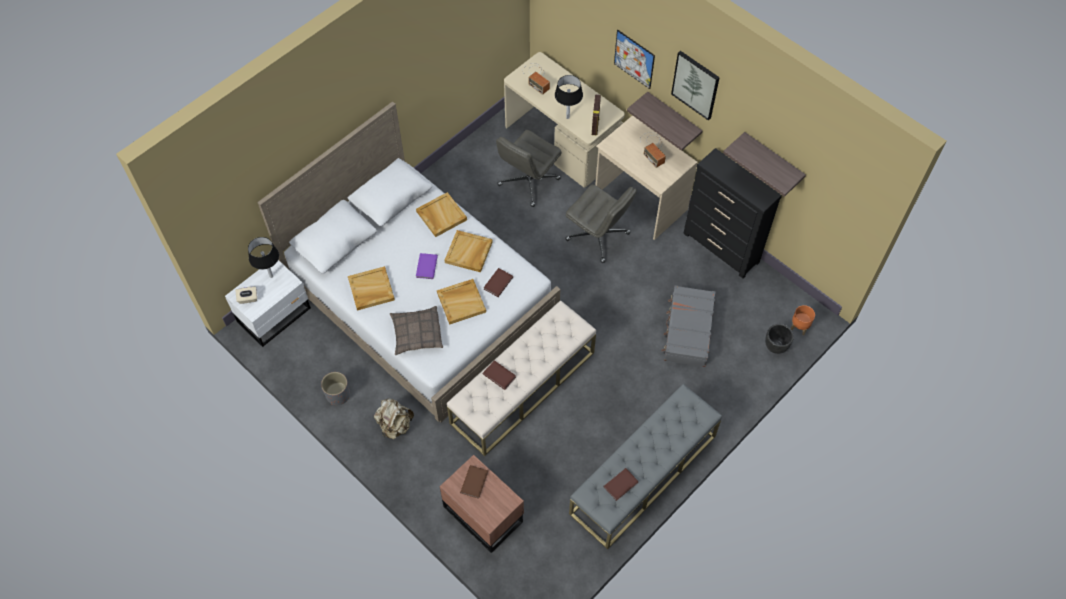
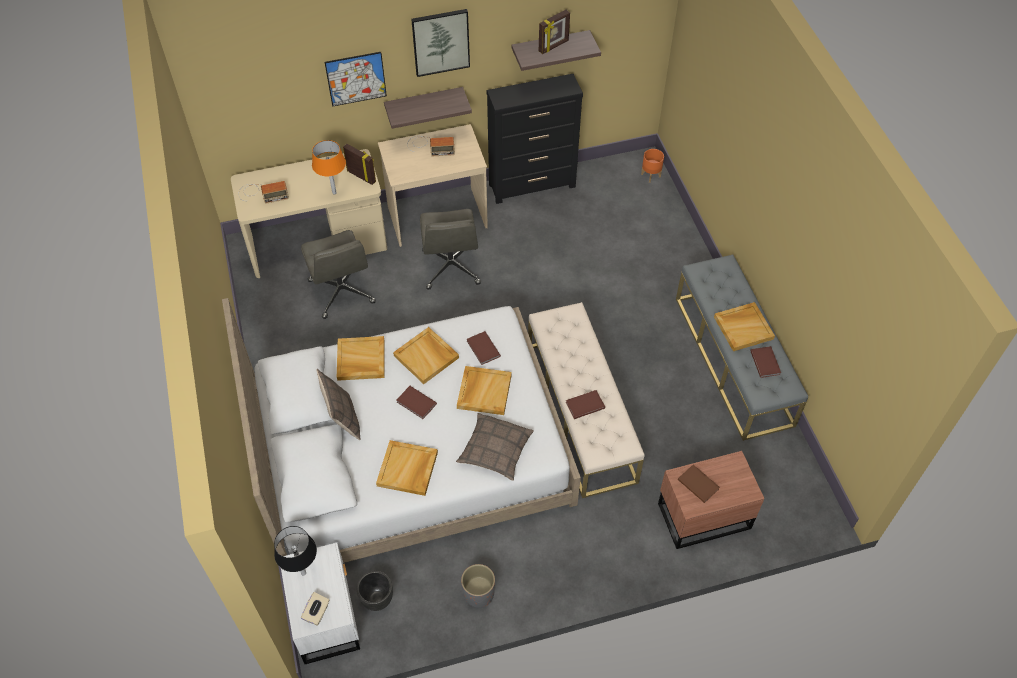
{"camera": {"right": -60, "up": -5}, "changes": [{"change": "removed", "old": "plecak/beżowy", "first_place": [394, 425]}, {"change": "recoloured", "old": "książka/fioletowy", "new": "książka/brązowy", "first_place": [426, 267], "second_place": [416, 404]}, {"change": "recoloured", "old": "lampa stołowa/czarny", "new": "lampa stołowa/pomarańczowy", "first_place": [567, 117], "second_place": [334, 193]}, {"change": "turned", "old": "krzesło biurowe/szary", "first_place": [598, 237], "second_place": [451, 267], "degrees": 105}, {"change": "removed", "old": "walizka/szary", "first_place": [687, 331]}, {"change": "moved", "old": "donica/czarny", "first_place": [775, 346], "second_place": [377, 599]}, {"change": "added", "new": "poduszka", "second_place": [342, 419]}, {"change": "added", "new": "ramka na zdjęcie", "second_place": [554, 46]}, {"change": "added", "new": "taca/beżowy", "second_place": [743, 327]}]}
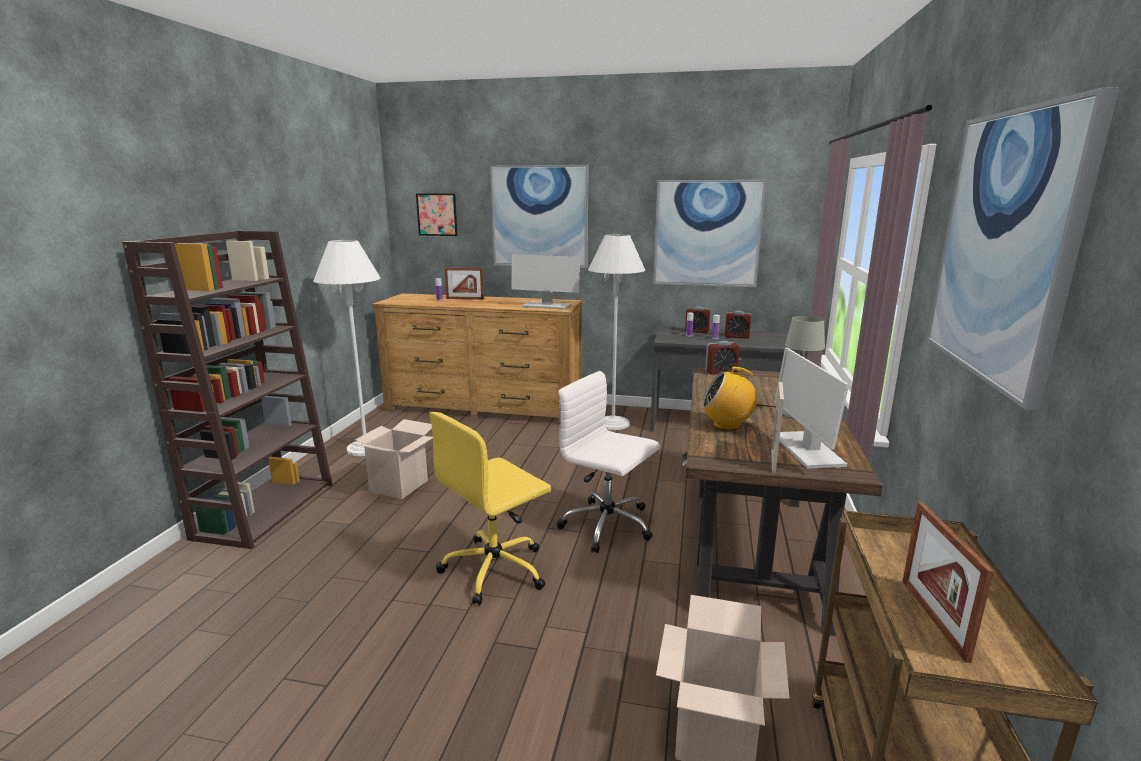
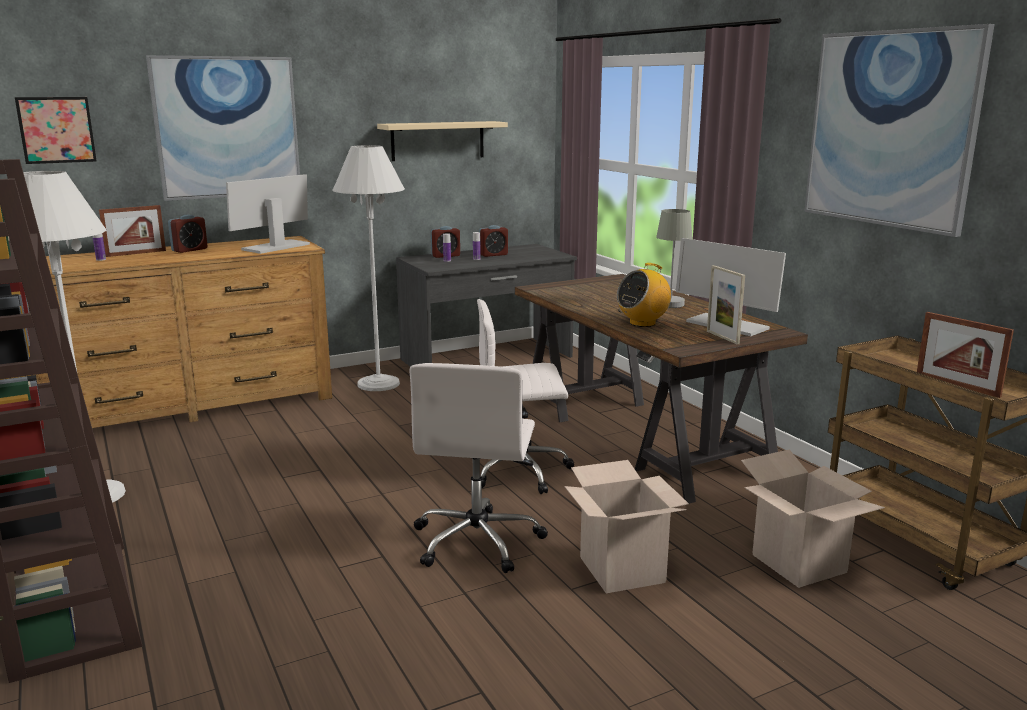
{"camera": {"right": -40, "up": 0}, "changes": [{"change": "moved", "old": "karton", "first_place": [399, 486], "second_place": [622, 570]}, {"change": "recoloured", "old": "krzesło biurowe/żółty", "new": "krzesło biurowe/biały", "first_place": [496, 569], "second_place": [478, 541]}, {"change": "turned", "old": "monitor", "first_place": [546, 306], "second_place": [276, 247], "degrees": 150}, {"change": "replaced", "old": "obraz", "new": "półka/beżowy", "first_place": [707, 233], "second_place": [438, 140]}, {"change": "moved", "old": "budzik", "first_place": [721, 372], "second_place": [189, 250]}]}
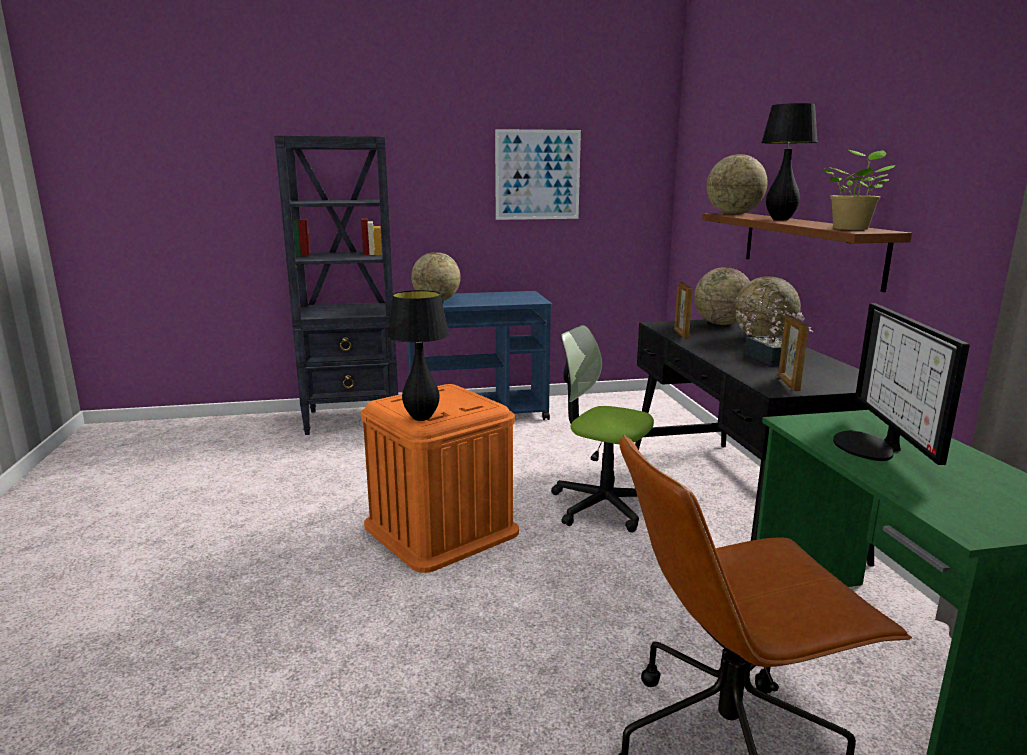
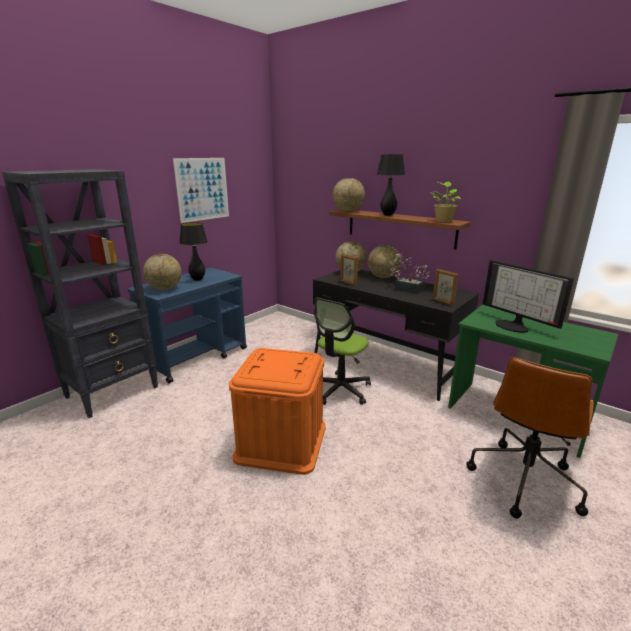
{"camera": {"right": -40, "up": 5}, "changes": [{"change": "moved", "old": "lampa stołowa/czarny", "first_place": [421, 418], "second_place": [197, 279]}, {"change": "turned", "old": "krzesło biurowe", "first_place": [603, 505], "second_place": [340, 389], "degrees": -45}]}
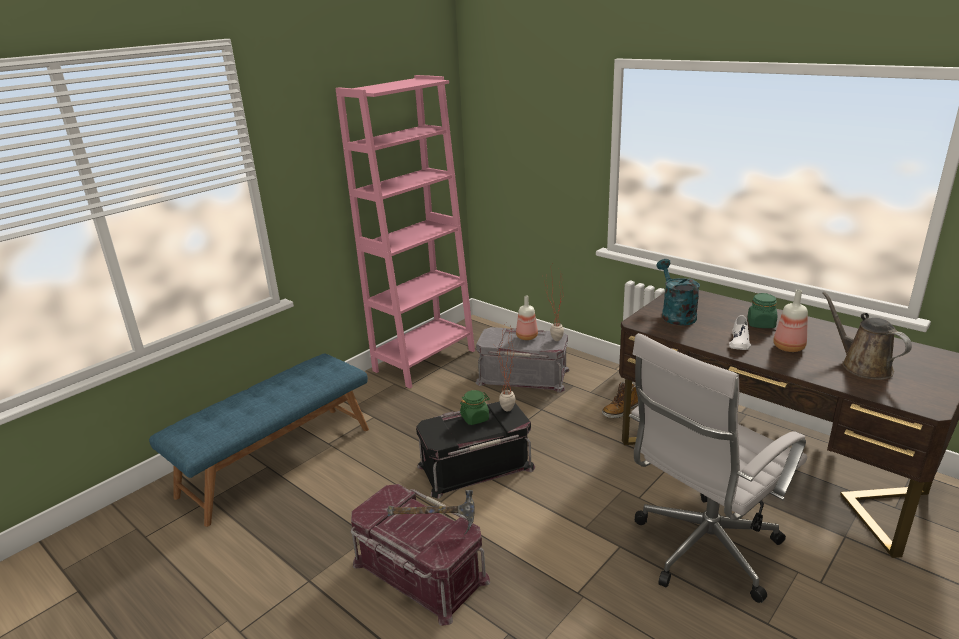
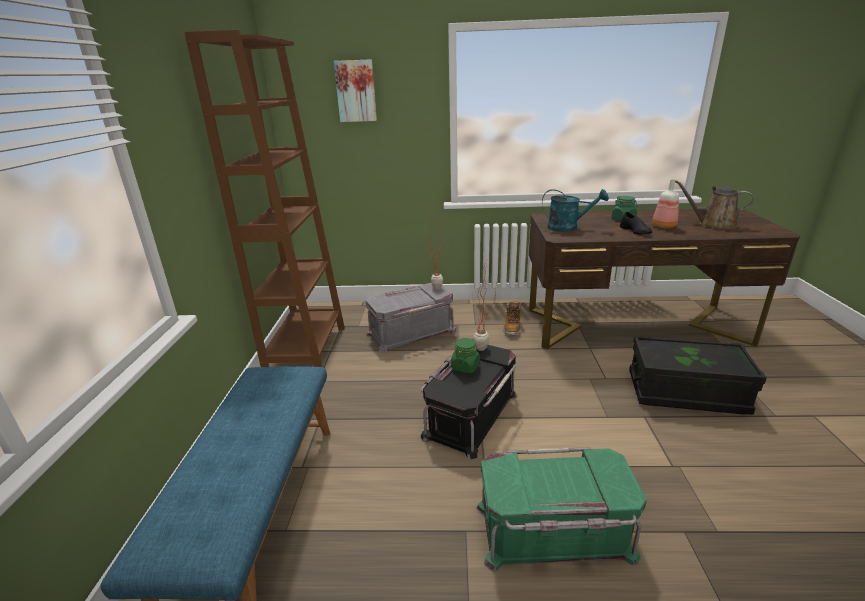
{"camera": {"right": -40, "up": 0}, "changes": [{"change": "recoloured", "old": "regał/różowy", "new": "regał/brązowy", "first_place": [424, 360], "second_place": [307, 351]}, {"change": "recoloured", "old": "pojemnik do przechowywania/czerwony", "new": "pojemnik do przechowywania/zielony", "first_place": [418, 572], "second_place": [553, 532]}, {"change": "removed", "old": "młotek", "first_place": [435, 525]}, {"change": "removed", "old": "butelka", "first_place": [527, 337]}, {"change": "replaced", "old": "krzesło biurowe/biały", "new": "pojemnik do przechowywania/czarny", "first_place": [702, 551], "second_place": [686, 392]}, {"change": "turned", "old": "konewka/turkusowy", "first_place": [675, 314], "second_place": [568, 227], "degrees": 150}, {"change": "recoloured", "old": "but/biały", "new": "but/czarny", "first_place": [739, 342], "second_place": [635, 231]}, {"change": "added", "new": "obraz", "second_place": [356, 91]}]}
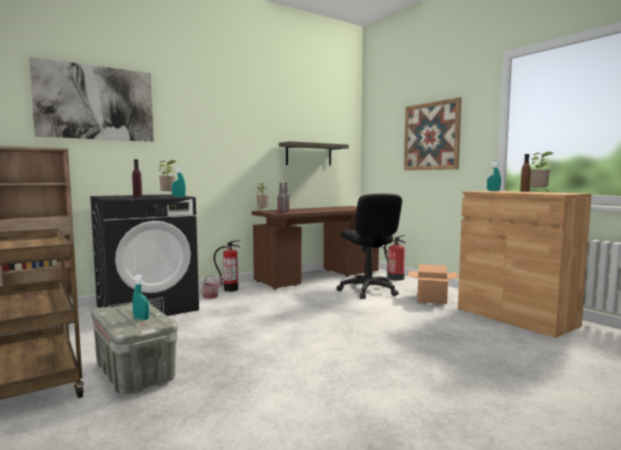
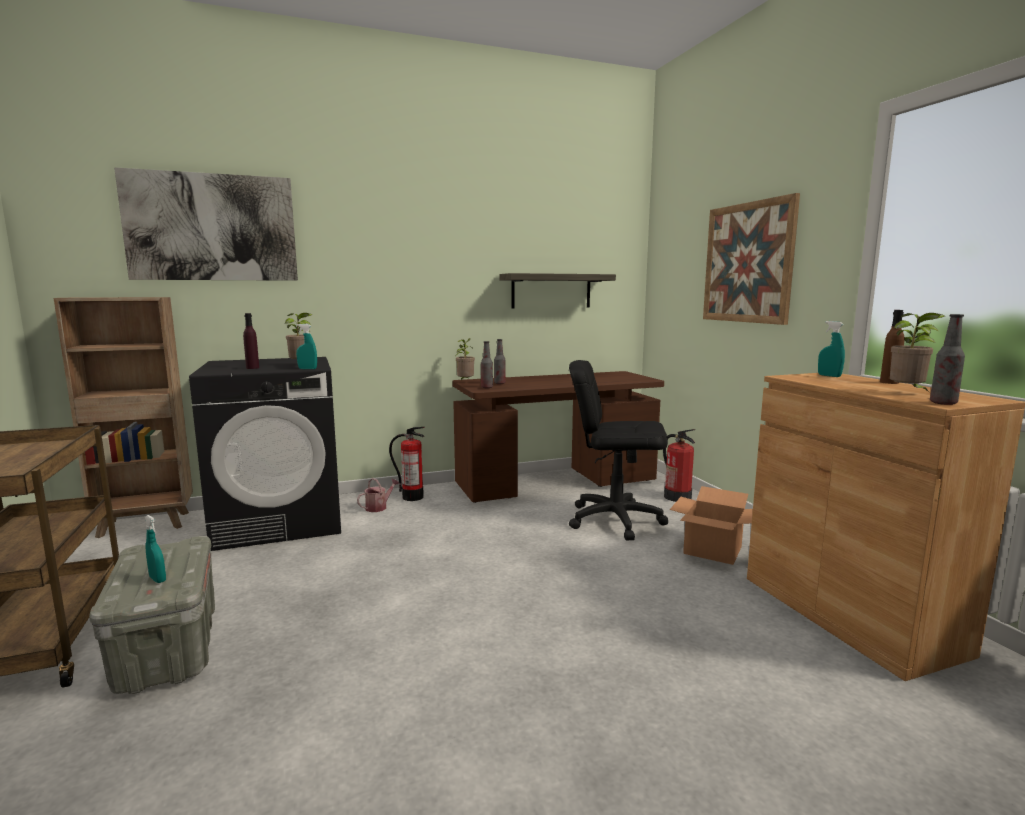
{"camera": {"right": 15, "up": 5}, "changes": [{"change": "turned", "old": "krzesło biurowe/czarny", "first_place": [368, 290], "second_place": [615, 520], "degrees": 105}, {"change": "added", "new": "butelka", "second_place": [943, 403]}]}
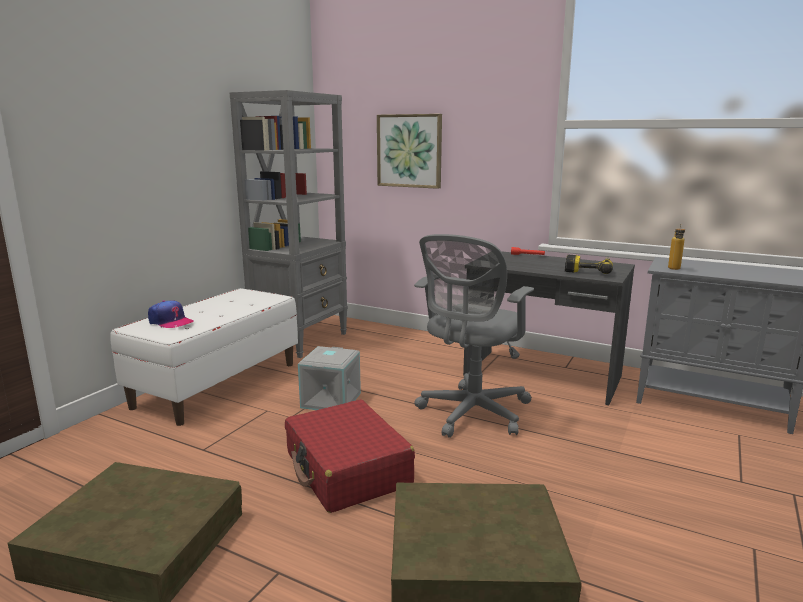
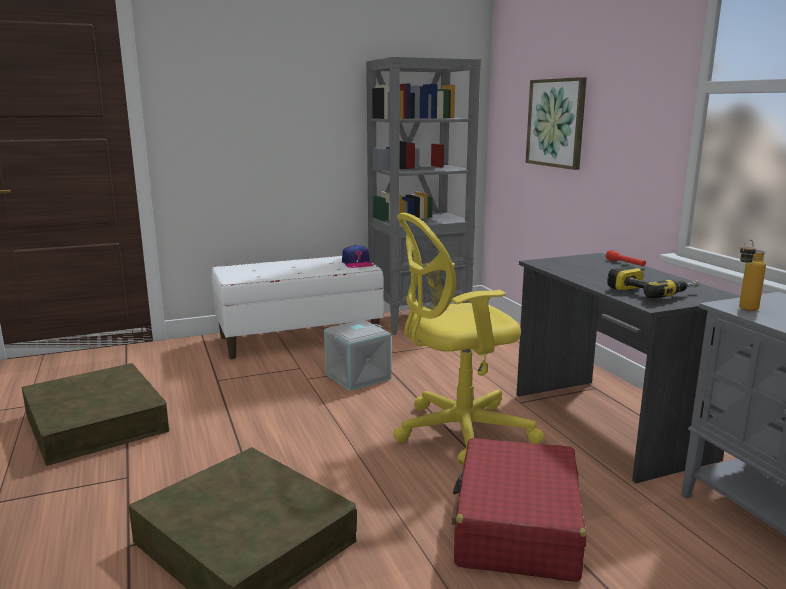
{"camera": {"right": 40, "up": 0}, "changes": [{"change": "moved", "old": "czapka z daszkiem", "first_place": [170, 322], "second_place": [357, 263]}, {"change": "moved", "old": "walizka/czerwony", "first_place": [347, 470], "second_place": [516, 526]}, {"change": "recoloured", "old": "krzesło biurowe/szary", "new": "krzesło biurowe/żółty", "first_place": [471, 414], "second_place": [457, 432]}]}
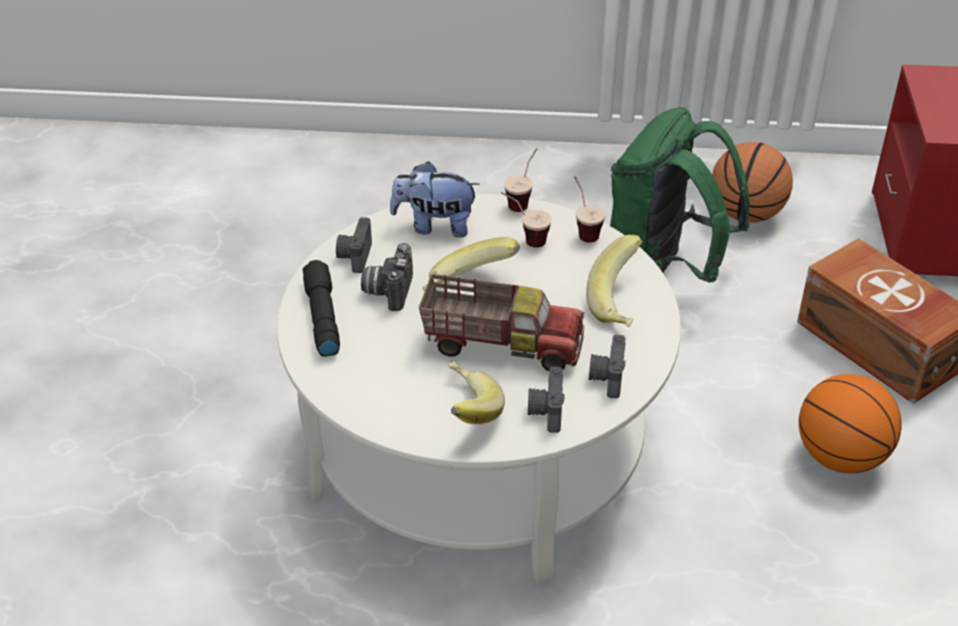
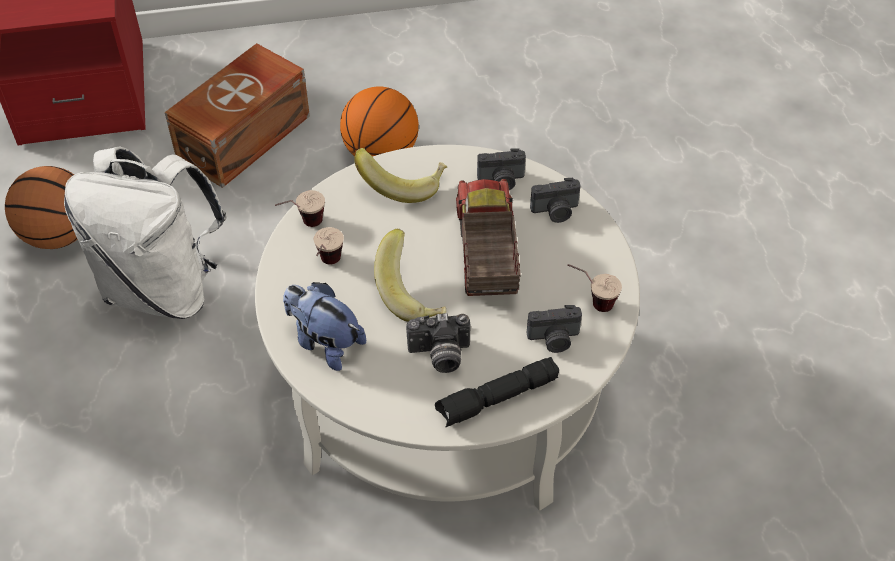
{"camera": {"right": -105, "up": 10}, "changes": [{"change": "moved", "old": "aparat fotograficzny", "first_place": [354, 256], "second_place": [554, 339]}, {"change": "turned", "old": "pluszak", "first_place": [435, 226], "second_place": [325, 342], "degrees": 135}, {"change": "removed", "old": "banan", "first_place": [464, 411]}, {"change": "moved", "old": "filiżanka", "first_place": [523, 200], "second_place": [590, 302]}, {"change": "recoloured", "old": "plecak/zielony", "new": "plecak/biały", "first_place": [663, 272], "second_place": [164, 287]}]}
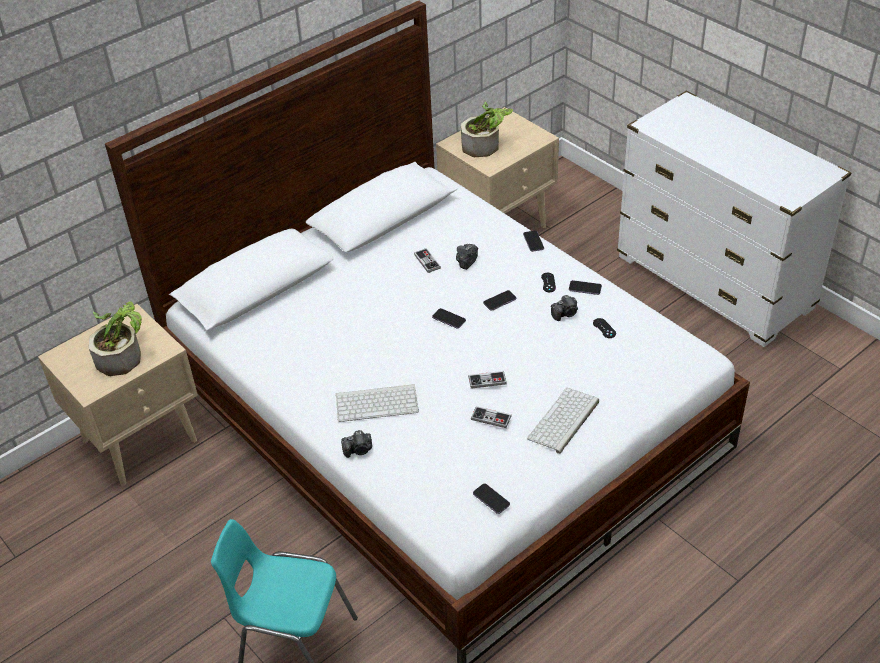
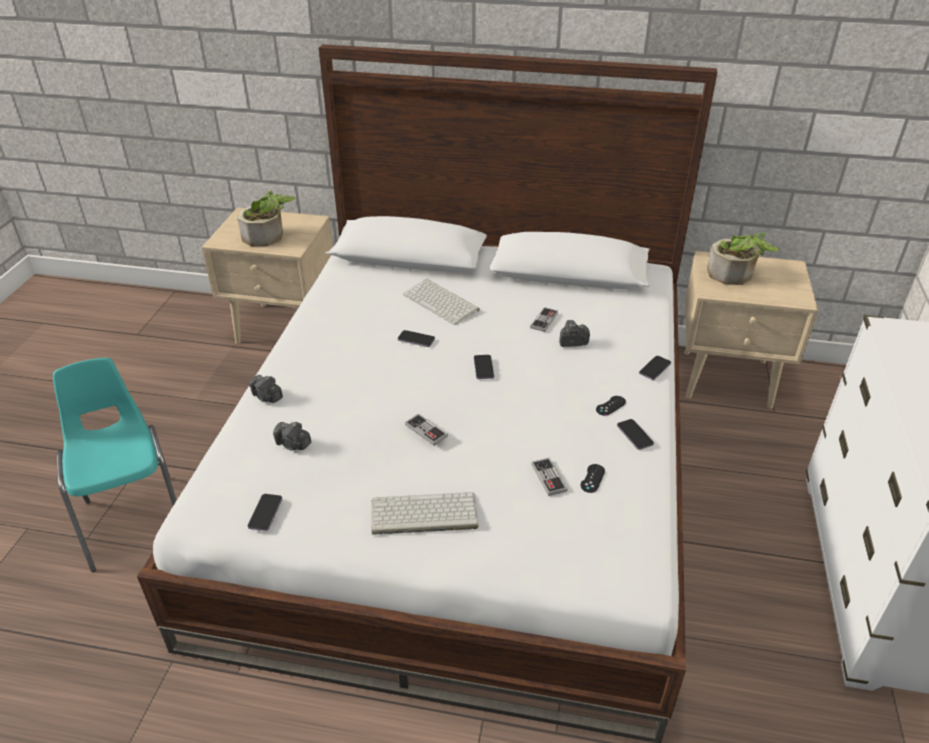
{"camera": {"right": 50, "up": -5}, "changes": [{"change": "moved", "old": "klawiatura", "first_place": [377, 402], "second_place": [442, 302]}, {"change": "moved", "old": "pad do gier", "first_place": [491, 418], "second_place": [548, 478]}, {"change": "moved", "old": "telefon", "first_place": [499, 301], "second_place": [416, 339]}, {"change": "moved", "old": "aparat fotograficzny", "first_place": [565, 314], "second_place": [293, 444]}]}
